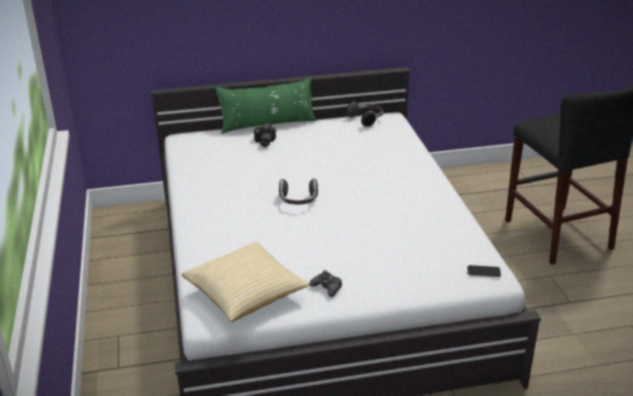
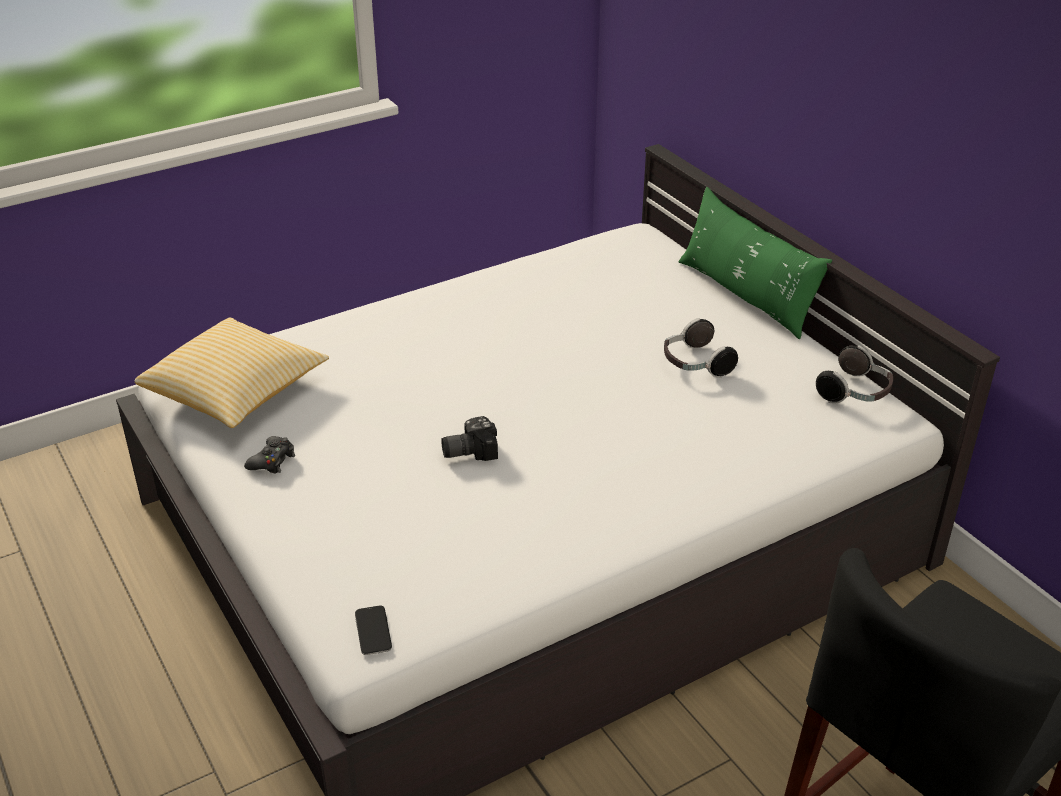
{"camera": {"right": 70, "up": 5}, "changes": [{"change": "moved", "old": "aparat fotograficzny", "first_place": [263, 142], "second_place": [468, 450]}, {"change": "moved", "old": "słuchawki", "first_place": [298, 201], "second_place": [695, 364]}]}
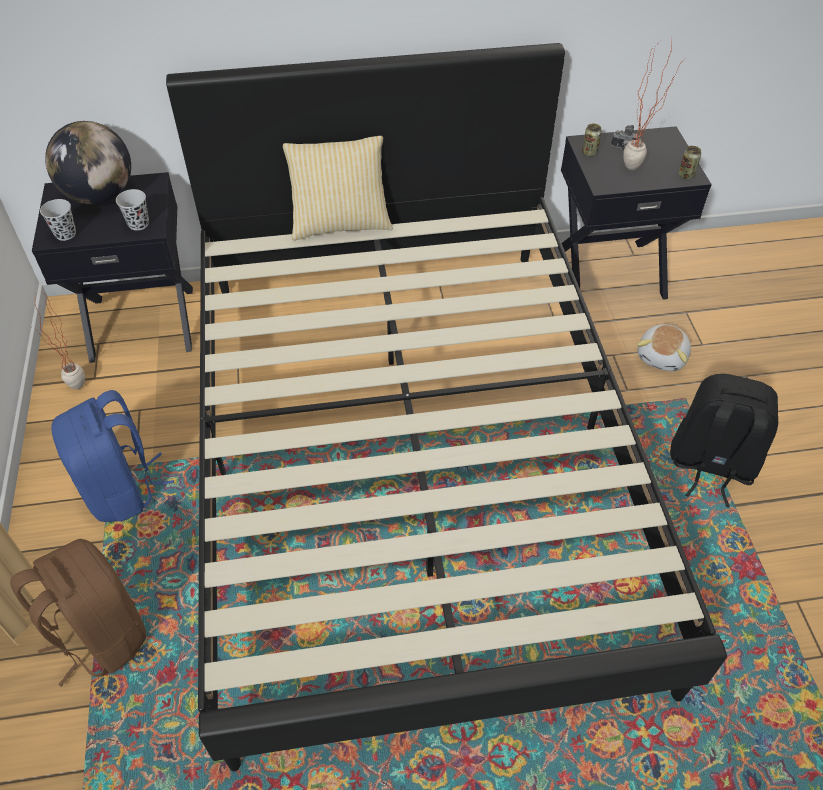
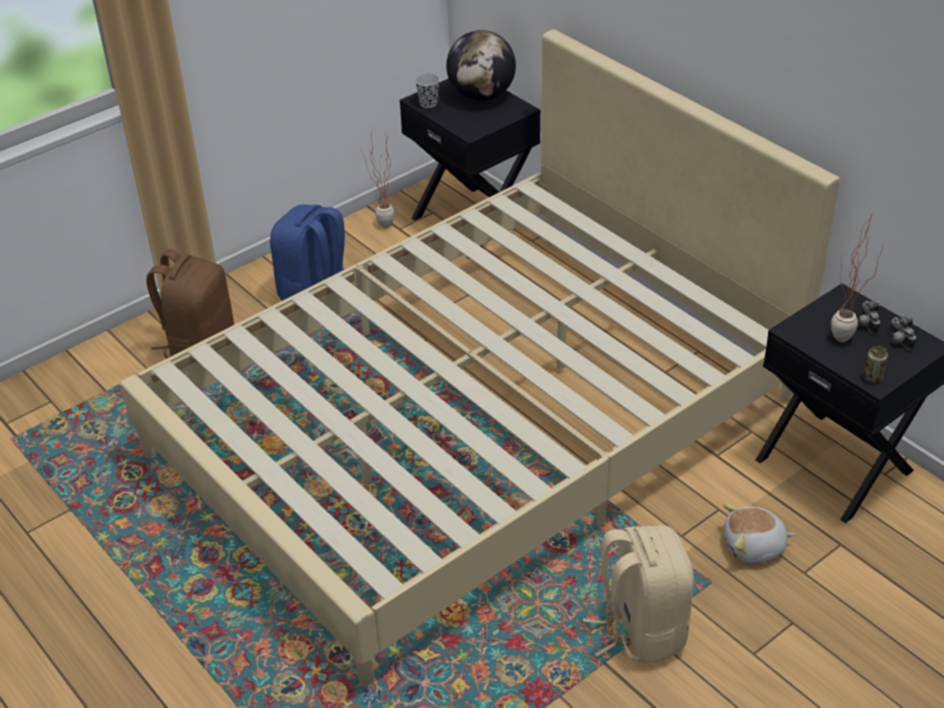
{"camera": {"right": 60, "up": -10}, "changes": [{"change": "removed", "old": "filiżanka/czarny", "first_place": [138, 224]}, {"change": "recoloured", "old": "łóżko/czarny", "new": "łóżko/beżowy", "first_place": [412, 455], "second_place": [476, 426]}, {"change": "removed", "old": "poduszka", "first_place": [340, 223]}, {"change": "removed", "old": "puszka", "first_place": [589, 153]}, {"change": "recoloured", "old": "plecak/czarny", "new": "plecak/beżowy", "first_place": [710, 465], "second_place": [640, 629]}, {"change": "added", "new": "aparat fotograficzny", "second_place": [898, 342]}]}
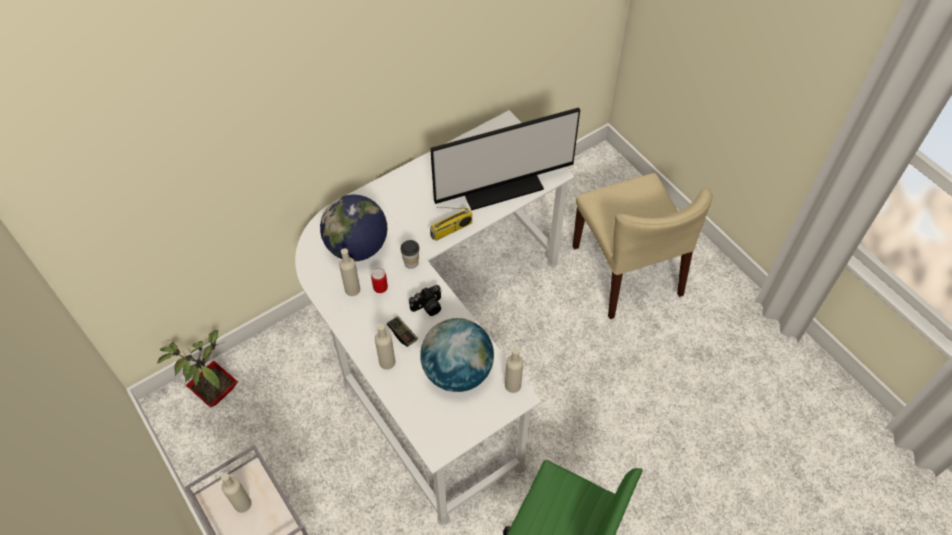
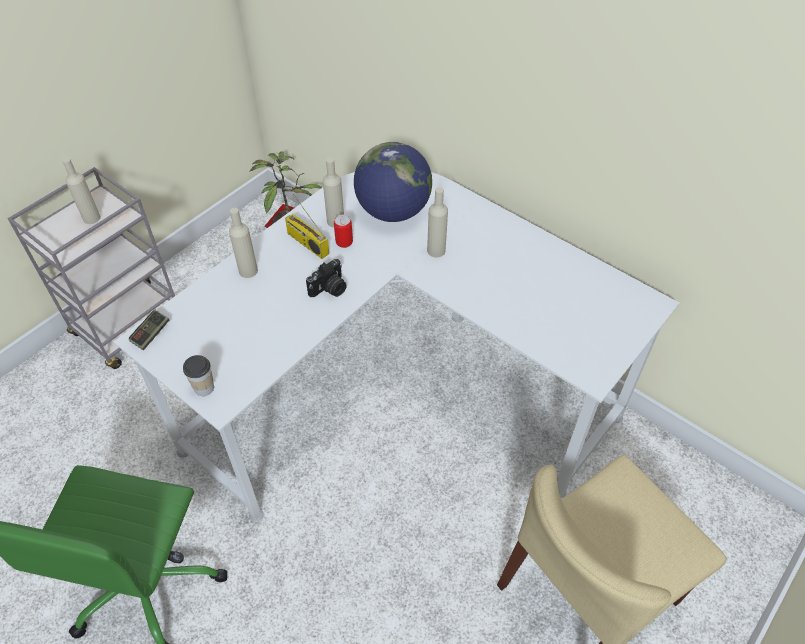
{"camera": {"right": 75, "up": -5}, "changes": [{"change": "moved", "old": "pad do gier", "first_place": [402, 334], "second_place": [151, 334]}, {"change": "moved", "old": "filiżanka", "first_place": [411, 263], "second_place": [204, 388]}, {"change": "turned", "old": "aparat fotograficzny", "first_place": [428, 307], "second_place": [329, 289], "degrees": -90}, {"change": "removed", "old": "globus", "first_place": [457, 371]}, {"change": "removed", "old": "monitor", "first_place": [500, 184]}, {"change": "moved", "old": "radio", "first_place": [451, 230], "second_place": [306, 243]}, {"change": "moved", "old": "butelka/beżowy", "first_place": [513, 385], "second_place": [436, 250]}]}
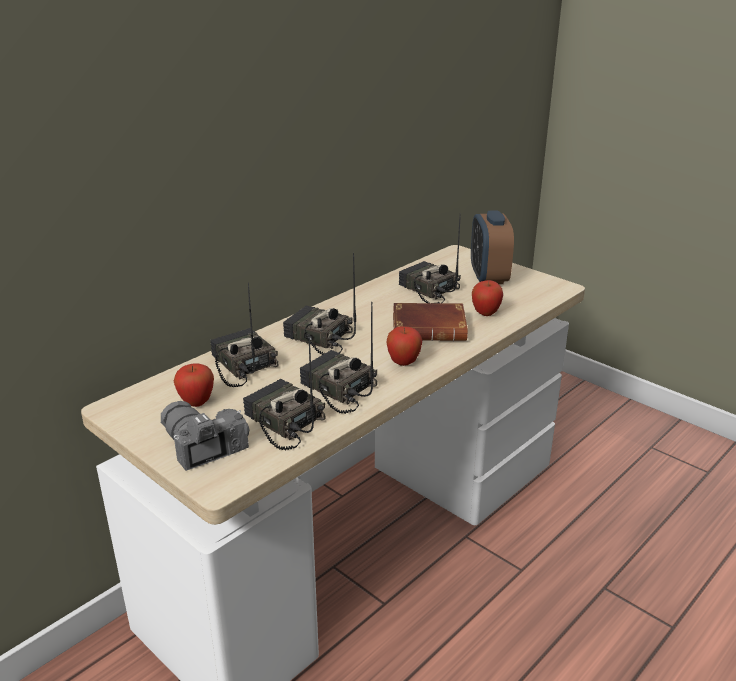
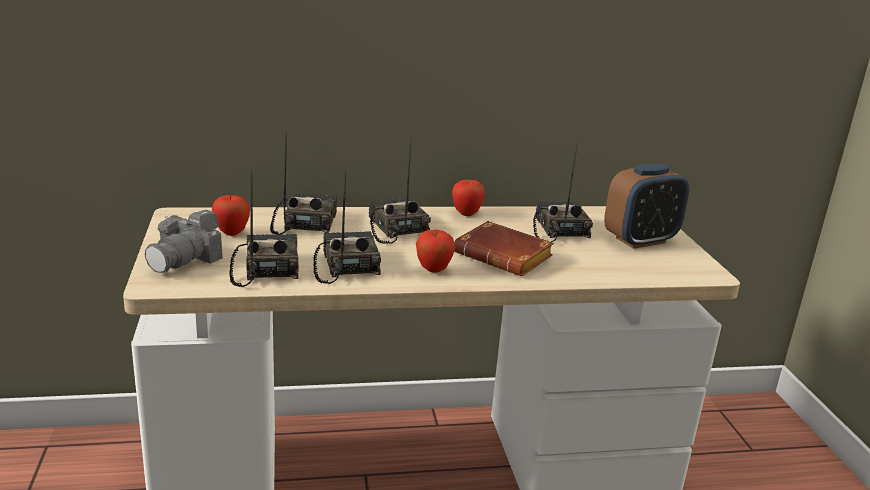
{"camera": {"right": 35, "up": -5}, "changes": [{"change": "turned", "old": "aparat fotograficzny", "first_place": [201, 447], "second_place": [185, 259], "degrees": -150}, {"change": "turned", "old": "budzik", "first_place": [488, 277], "second_place": [640, 240], "degrees": -150}, {"change": "moved", "old": "jabłko", "first_place": [485, 313], "second_place": [466, 214]}]}
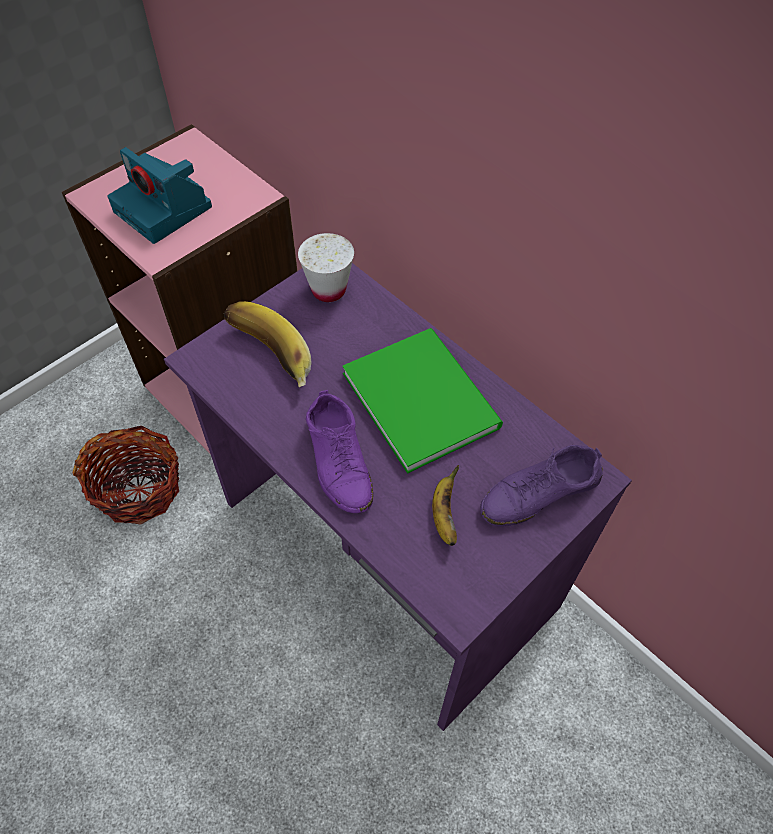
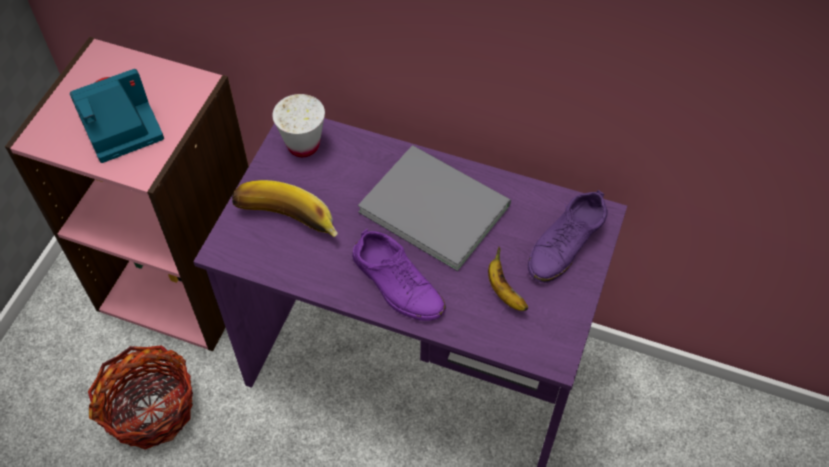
{"camera": {"right": -25, "up": 0}, "changes": [{"change": "turned", "old": "aparat fotograficzny", "first_place": [165, 210], "second_place": [119, 127], "degrees": 135}, {"change": "recoloured", "old": "książka/zielony", "new": "książka/szary", "first_place": [421, 395], "second_place": [433, 204]}]}
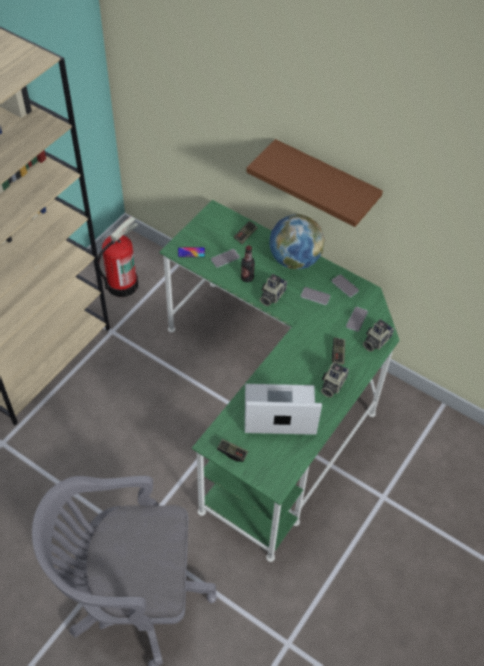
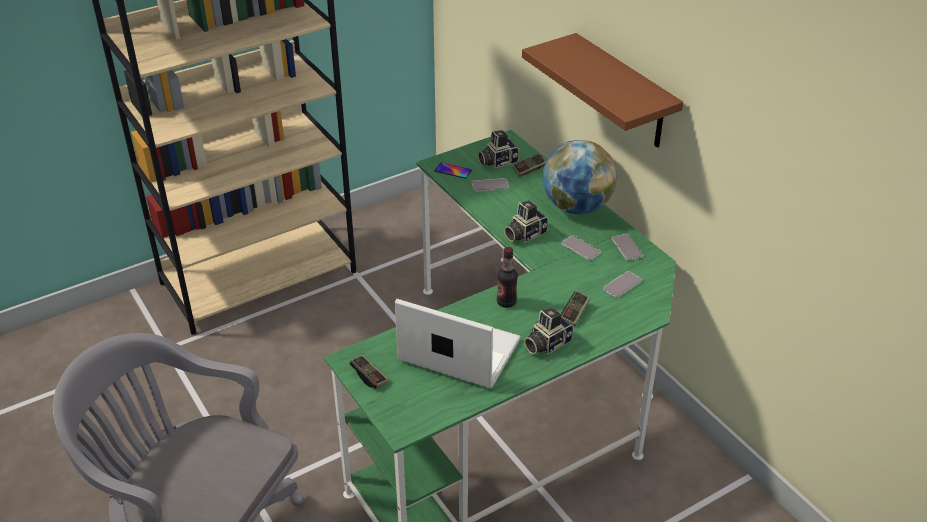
{"camera": {"right": 25, "up": -15}, "changes": [{"change": "removed", "old": "gaśnica", "first_place": [122, 284]}, {"change": "moved", "old": "butelka", "first_place": [247, 278], "second_place": [506, 302]}, {"change": "moved", "old": "aparat fotograficzny", "first_place": [375, 341], "second_place": [497, 161]}]}
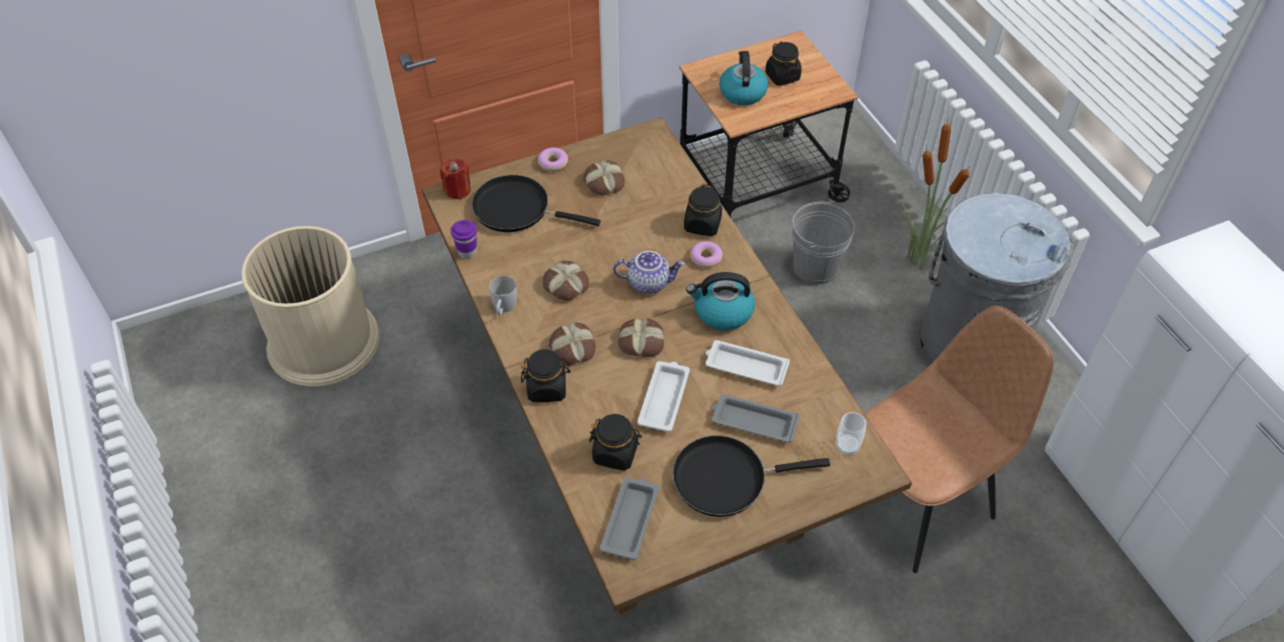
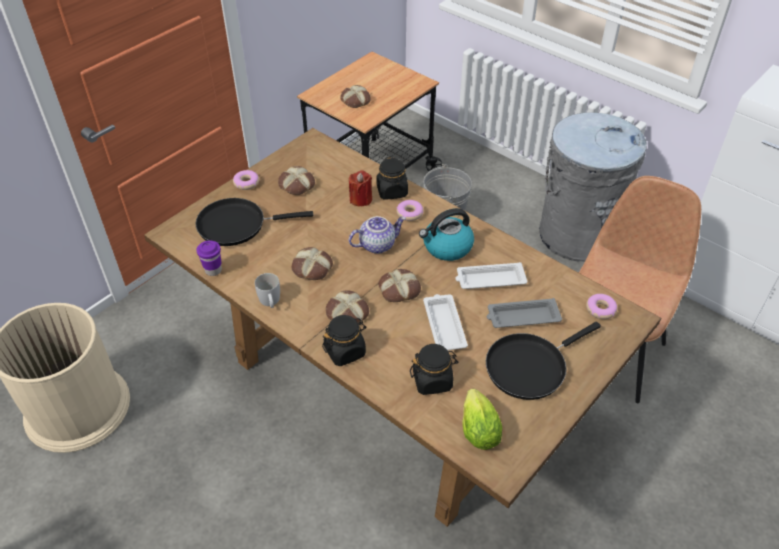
{"camera": {"right": -25, "up": -5}, "changes": [{"change": "moved", "old": "świeca/czerwony", "first_place": [457, 190], "second_place": [361, 199]}, {"change": "replaced", "old": "taca/szary", "new": "sałata", "first_place": [630, 519], "second_place": [477, 428]}, {"change": "replaced", "old": "czajnik", "new": "chleb", "first_place": [742, 92], "second_place": [355, 100]}, {"change": "removed", "old": "słoik/czarny", "first_place": [782, 76]}, {"change": "replaced", "old": "filiżanka", "new": "donut", "first_place": [847, 446], "second_place": [600, 309]}, {"change": "removed", "old": "roślina doniczkowa", "first_place": [918, 260]}]}
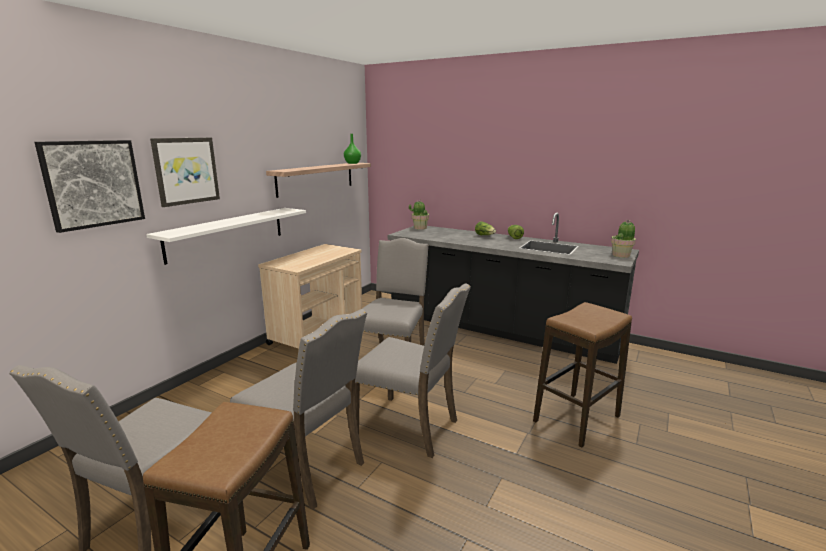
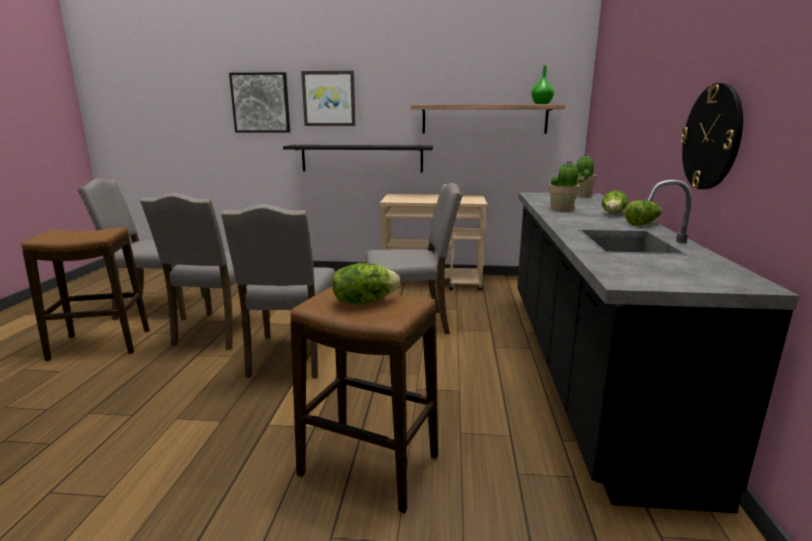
{"camera": {"right": 65, "up": 0}, "changes": [{"change": "recoloured", "old": "półka/biały", "new": "półka/czarny", "first_place": [227, 233], "second_place": [362, 158]}, {"change": "moved", "old": "roślina doniczkowa", "first_place": [621, 255], "second_place": [562, 209]}, {"change": "added", "new": "sałata", "second_place": [364, 301]}, {"change": "added", "new": "zegar ścienny", "second_place": [712, 137]}]}
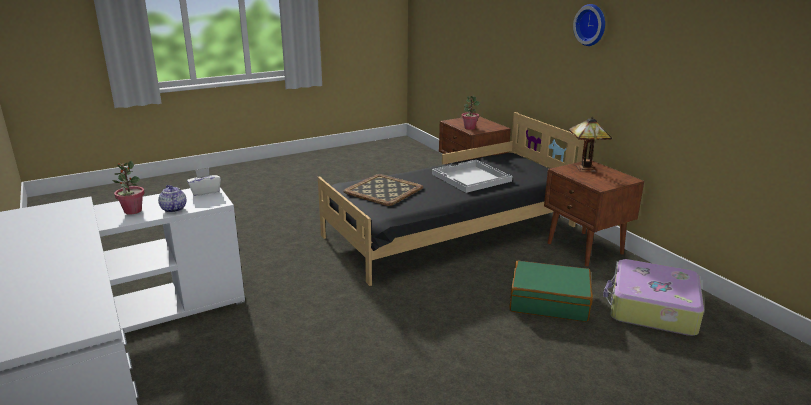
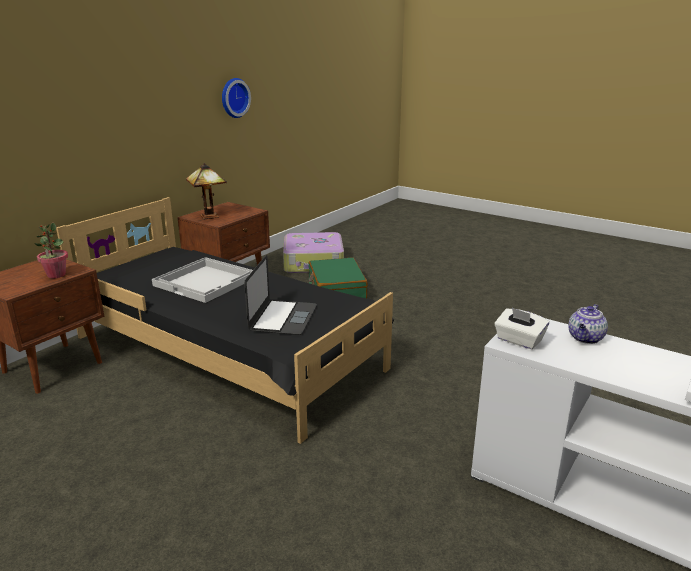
{"camera": {"right": -115, "up": 0}, "changes": [{"change": "removed", "old": "roślina doniczkowa", "first_place": [132, 211]}, {"change": "replaced", "old": "taca", "new": "laptop", "first_place": [384, 190], "second_place": [283, 317]}, {"change": "moved", "old": "zegar ścienny", "first_place": [592, 25], "second_place": [233, 97]}]}
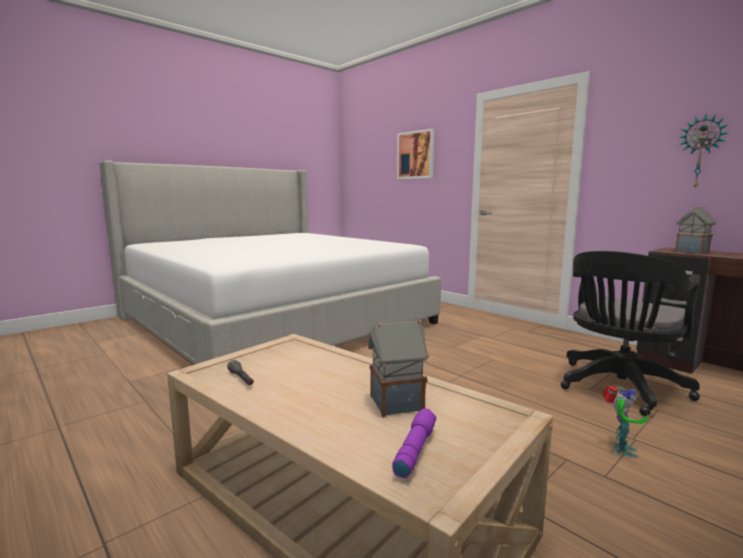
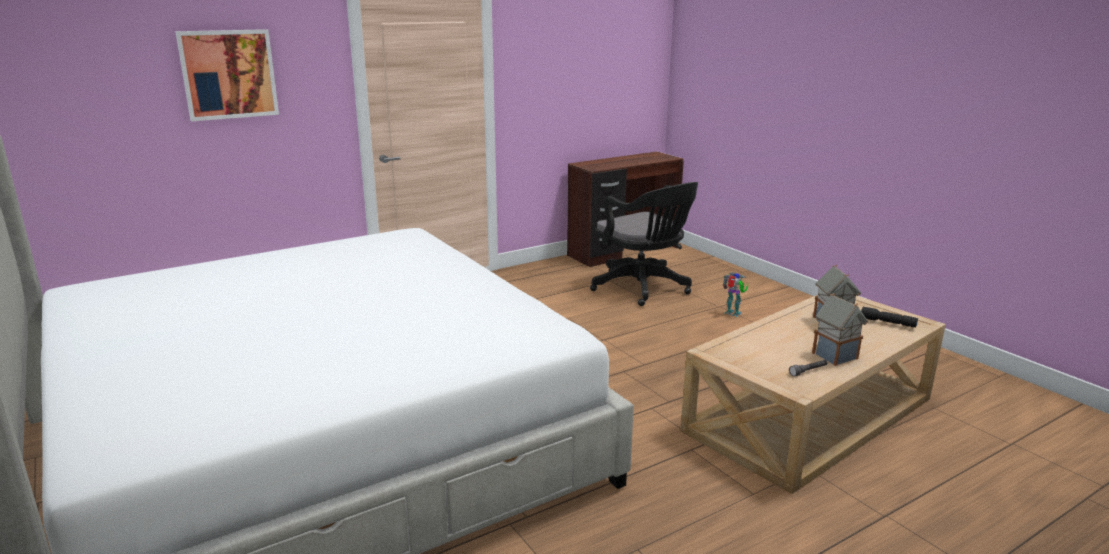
{"camera": {"right": -80, "up": 10}, "changes": [{"change": "recoloured", "old": "latarka/fioletowy", "new": "latarka/czarny", "first_place": [414, 449], "second_place": [886, 322]}, {"change": "moved", "old": "domek", "first_place": [691, 252], "second_place": [836, 356]}, {"change": "removed", "old": "zegar ścienny", "first_place": [701, 152]}]}
